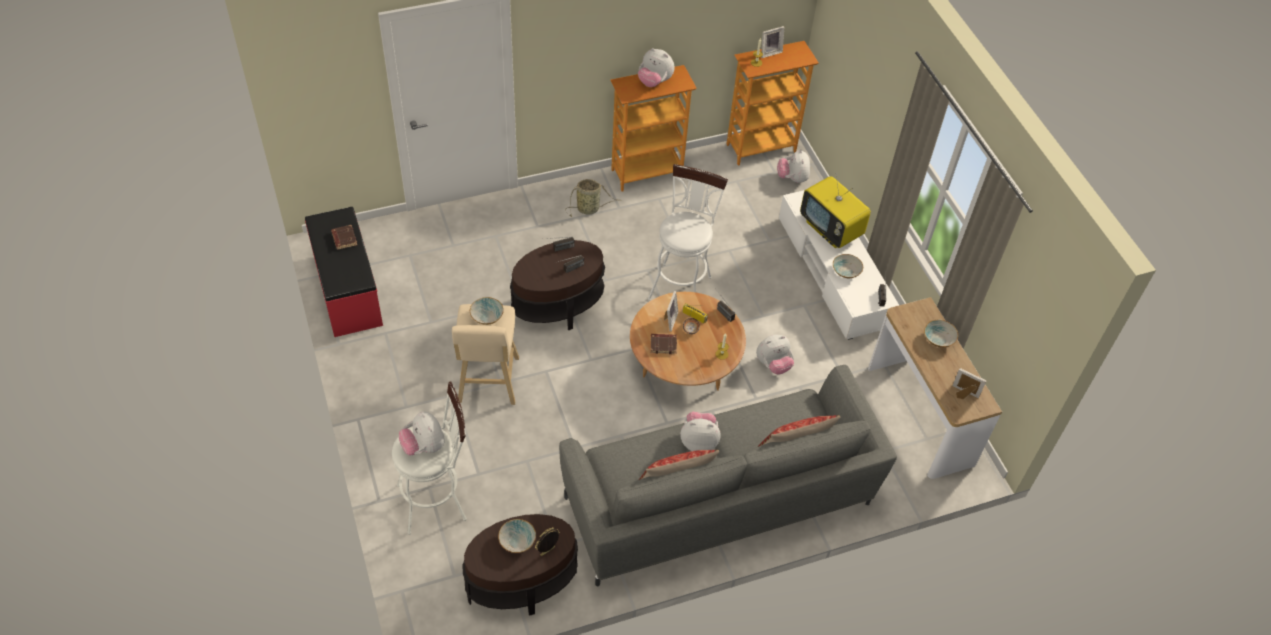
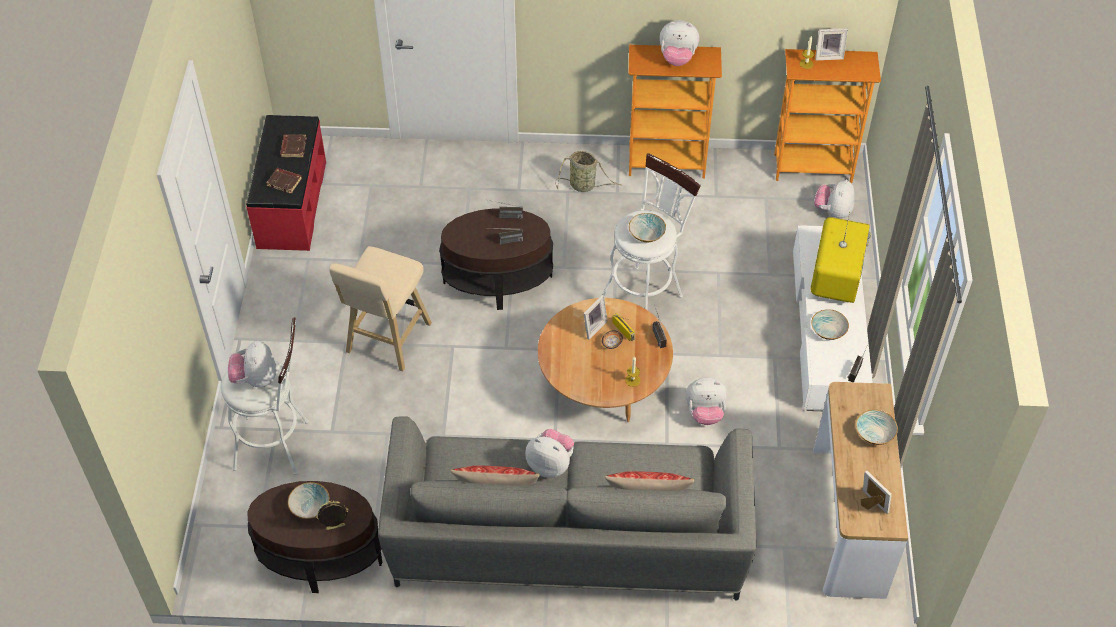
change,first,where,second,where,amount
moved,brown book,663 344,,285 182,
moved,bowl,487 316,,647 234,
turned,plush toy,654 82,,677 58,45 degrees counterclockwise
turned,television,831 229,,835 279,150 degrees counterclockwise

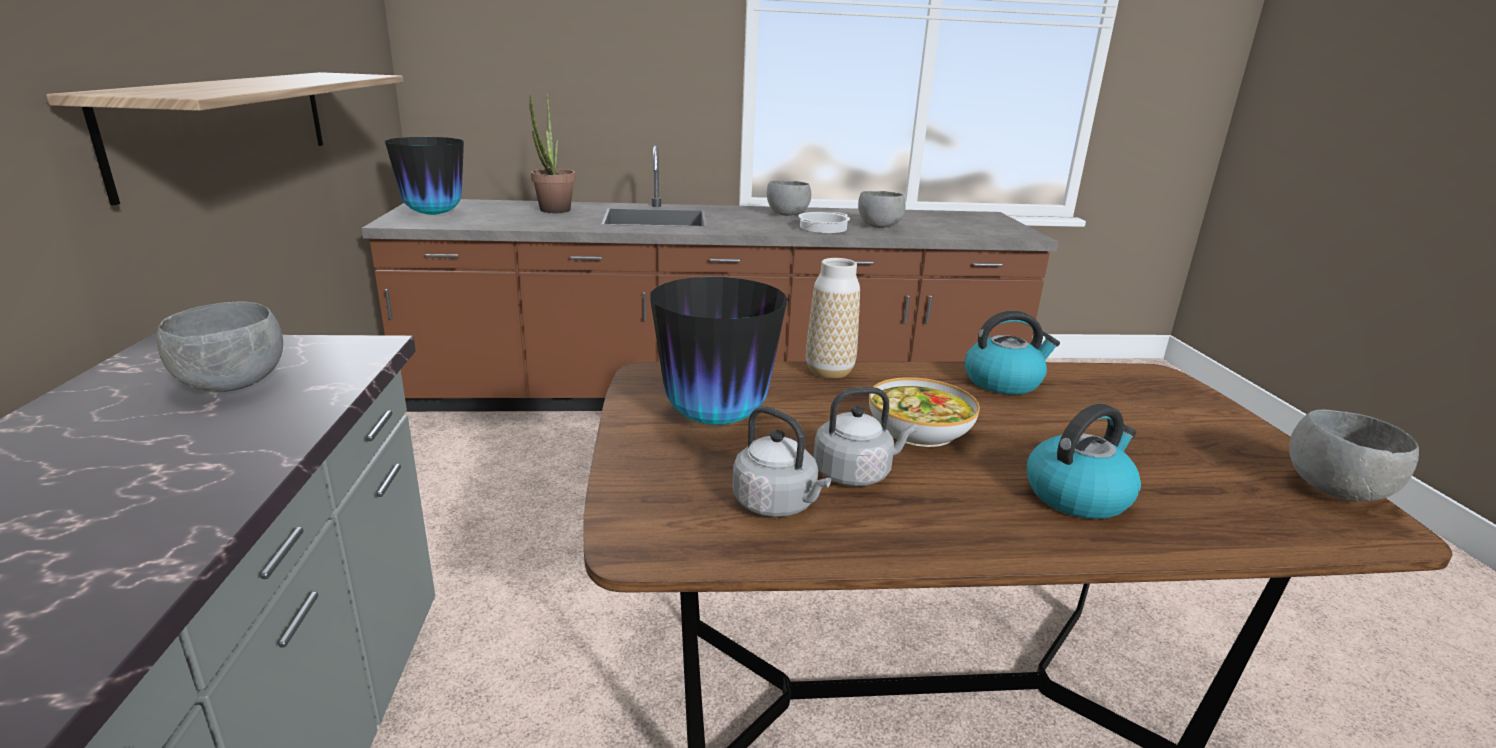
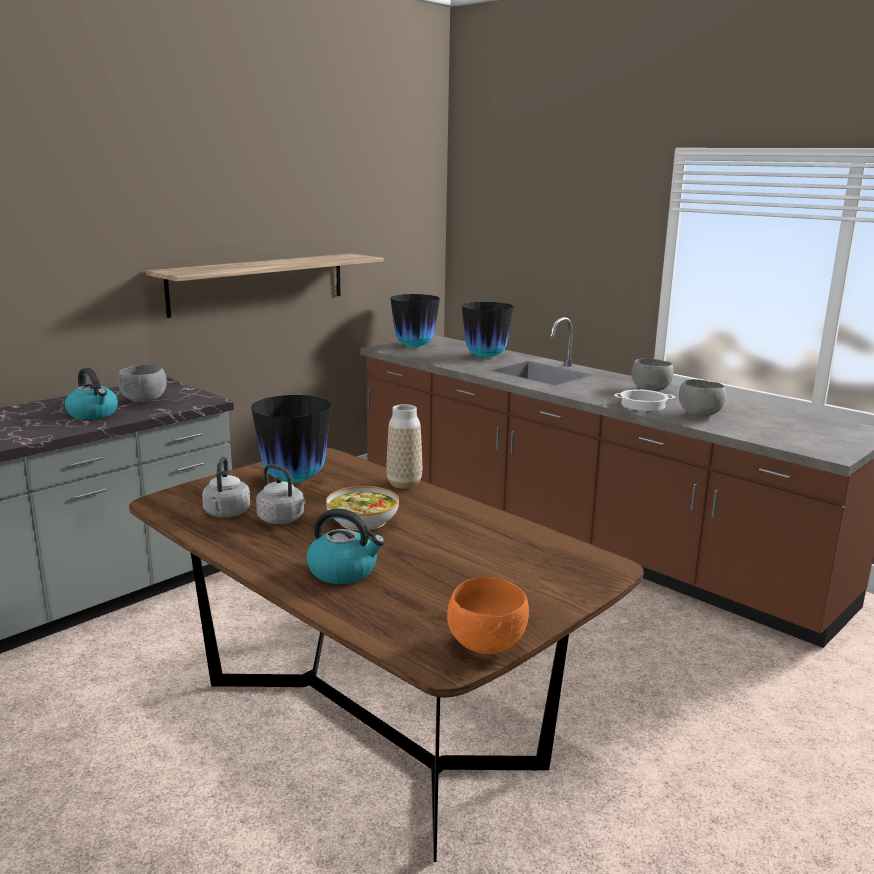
change,first,where,second,where,amount
moved,kettle,1003 382,,93 414,
recoloured,grey bowl,1335 490,orange bowl,488 645,
replaced,potted plant,553 211,vase,485 356,

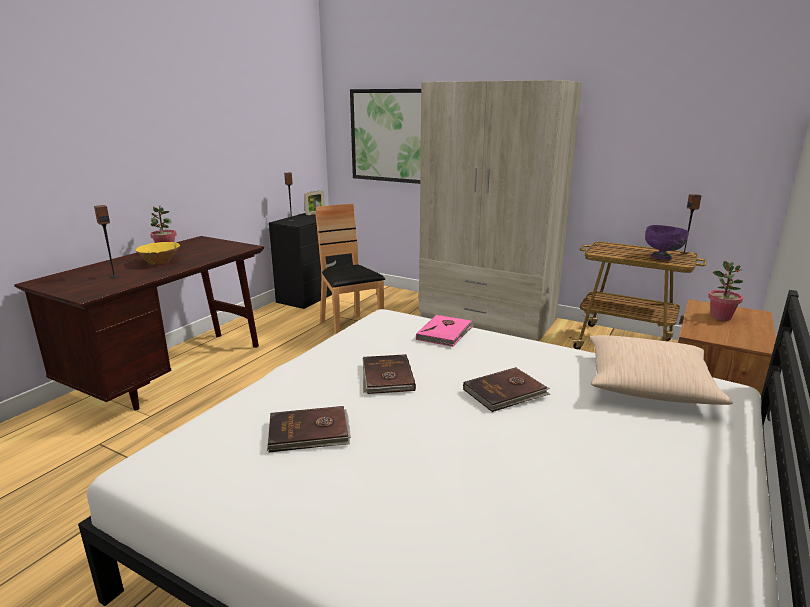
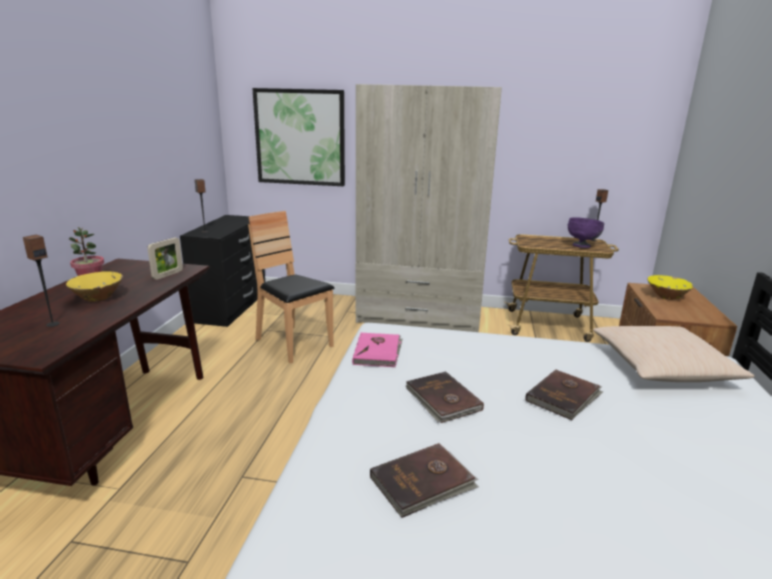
change,first,where,second,where,amount
moved,picture frame,315 213,,168 275,
moved,pink book,445 333,,378 352,
replaced,potted plant,721 317,yellow bowl,666 297,

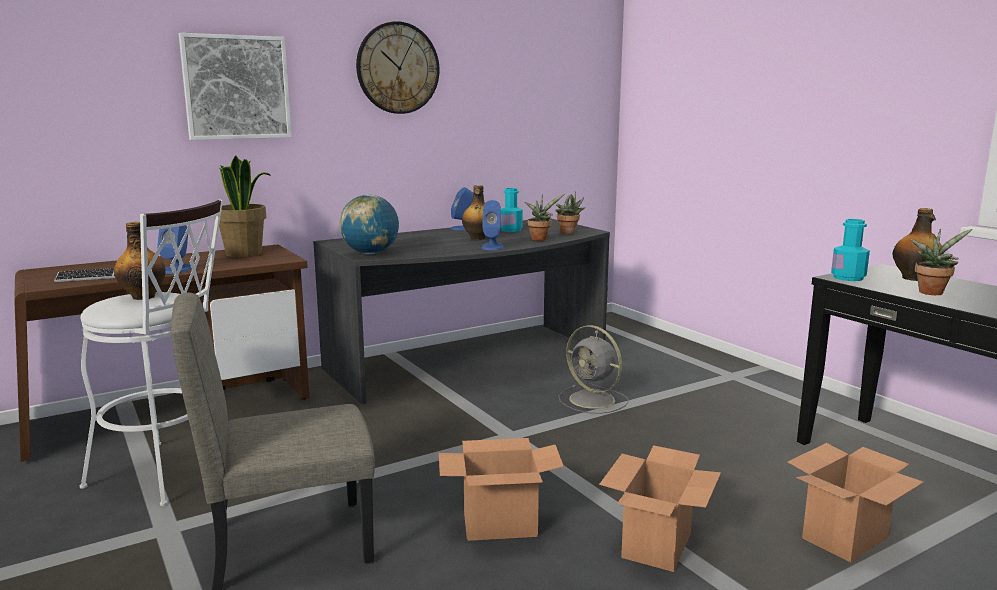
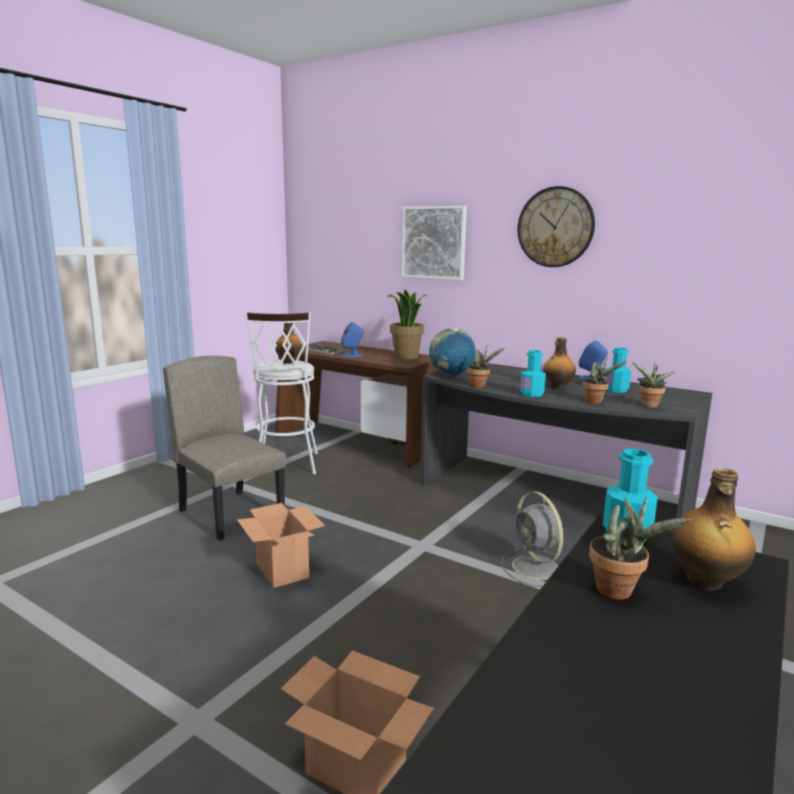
change,first,where,second,where,amount
added,,,potted plant,480 386,
turned,grey fan,593 400,,537 568,45 degrees counterclockwise
replaced,blue speaker,492 247,turquoise bottle,532 394,
removed,cardboard box,657 546,,,

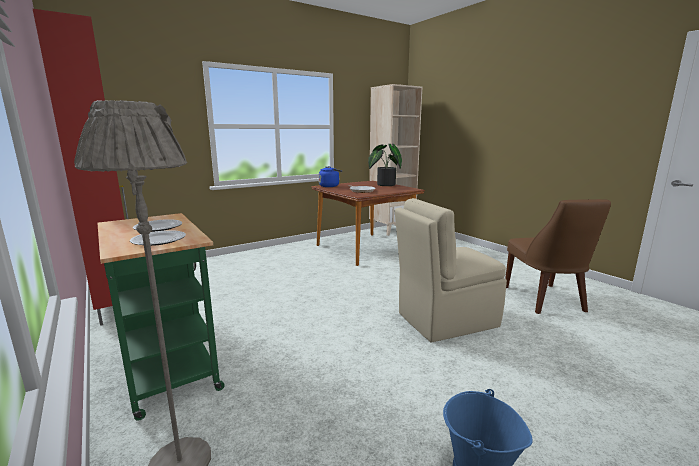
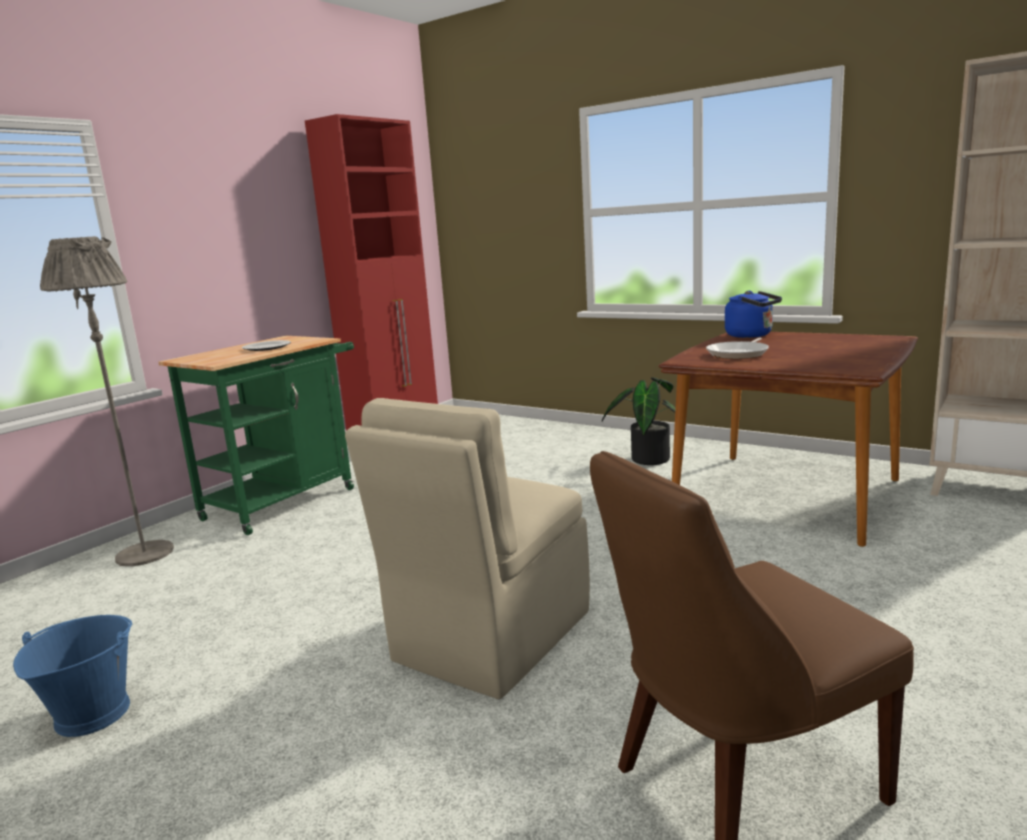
change,first,where,second,where,amount
turned,beige chair,444 320,,489 638,105 degrees counterclockwise
moved,potted plant,384 185,,647 458,
removed,plate,159 240,,,

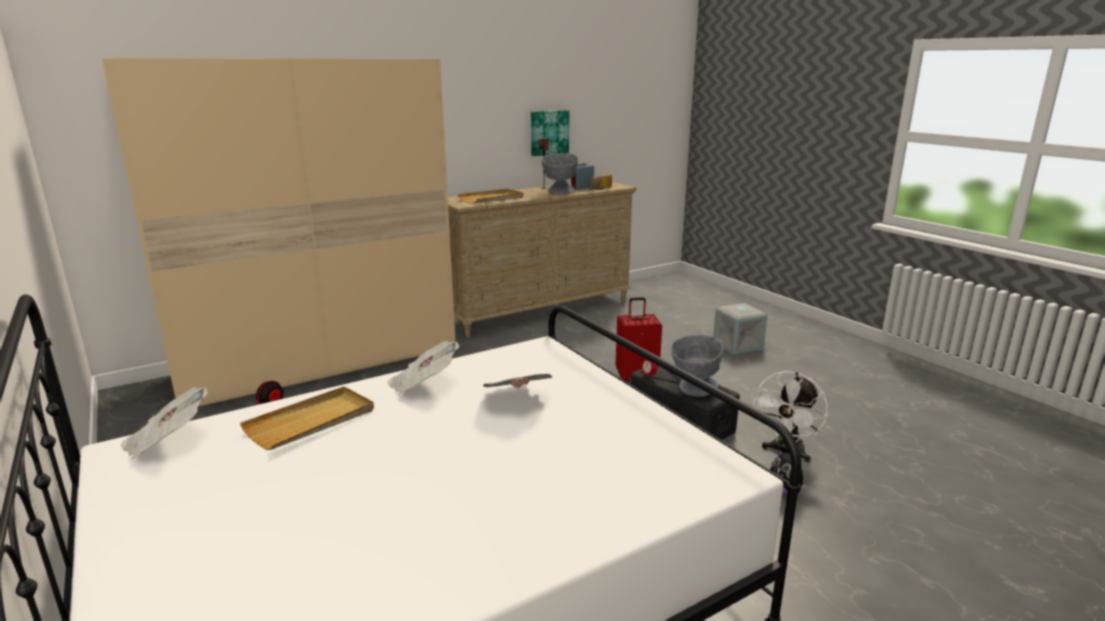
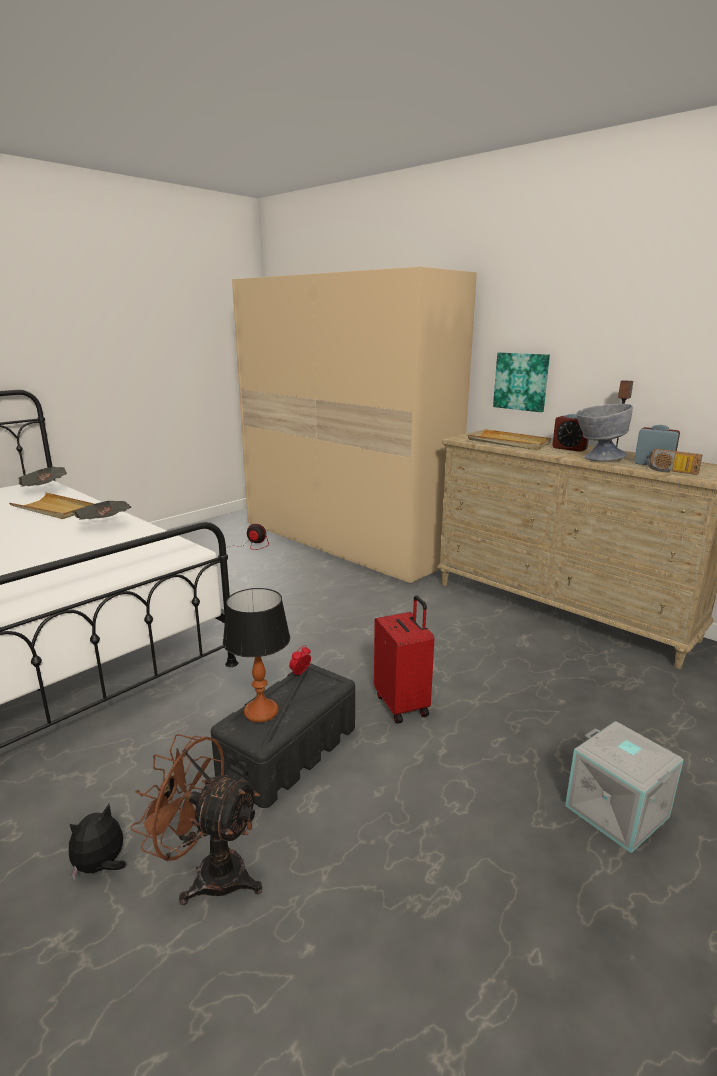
change,first,where,second,where,amount
recoloured,white fan,786 452,brown fan,209 873,
replaced,grey bowl,693 390,table lamp,261 711,
moved,picture,549 132,,521 381,
added,,,alarm clock,569 448,
removed,newspaper,517 398,,,

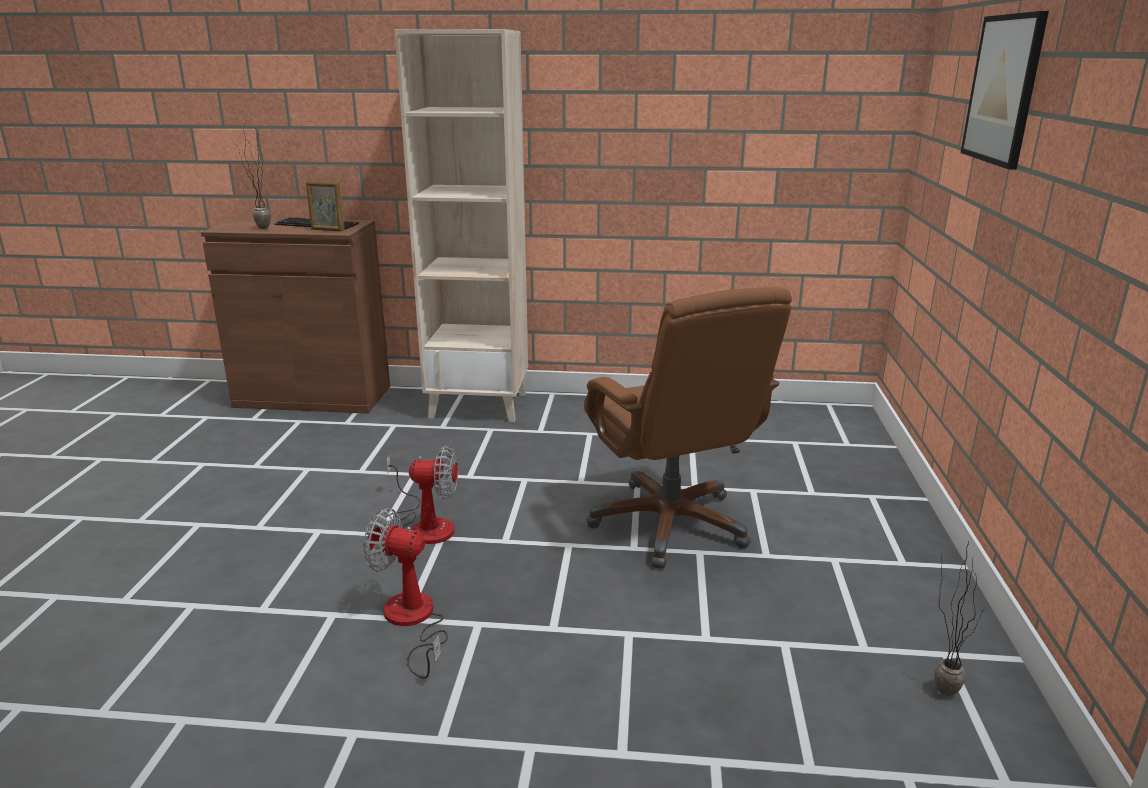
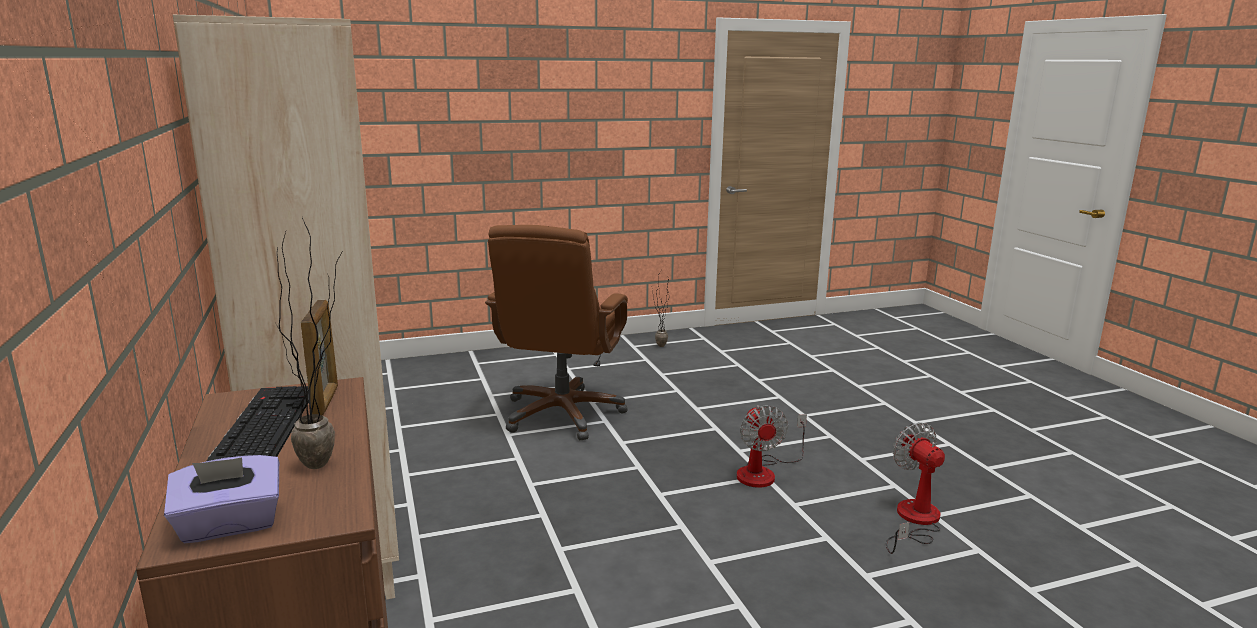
change,first,where,second,where,amount
added,,,purple tissue box,230 525,
turned,brown office chair,670 524,,562 414,150 degrees clockwise
moved,fan,426 524,,914 521,
removed,picture,1003 89,,,

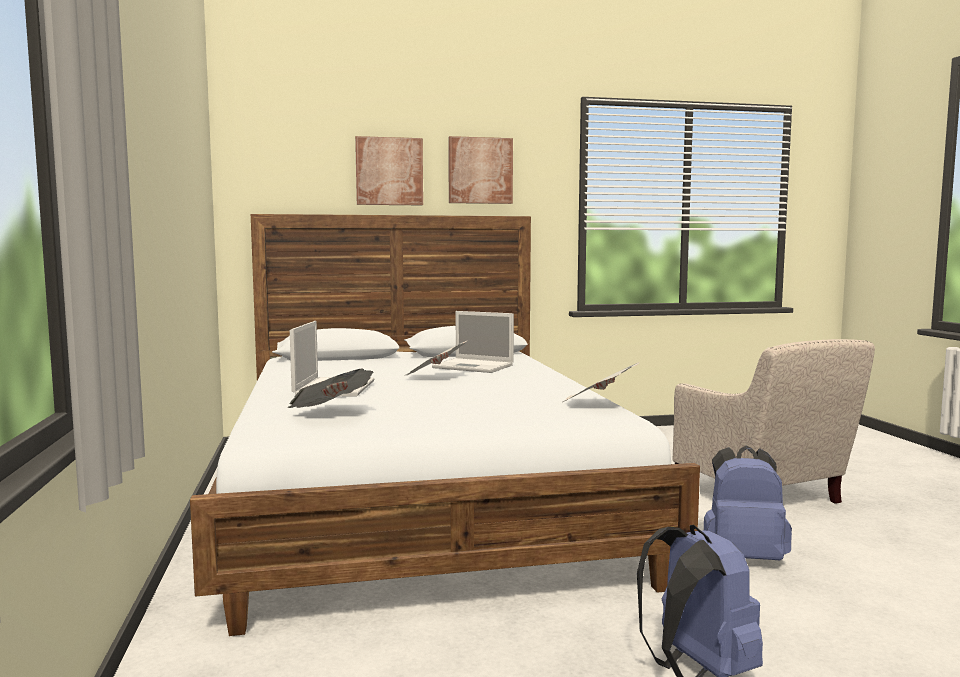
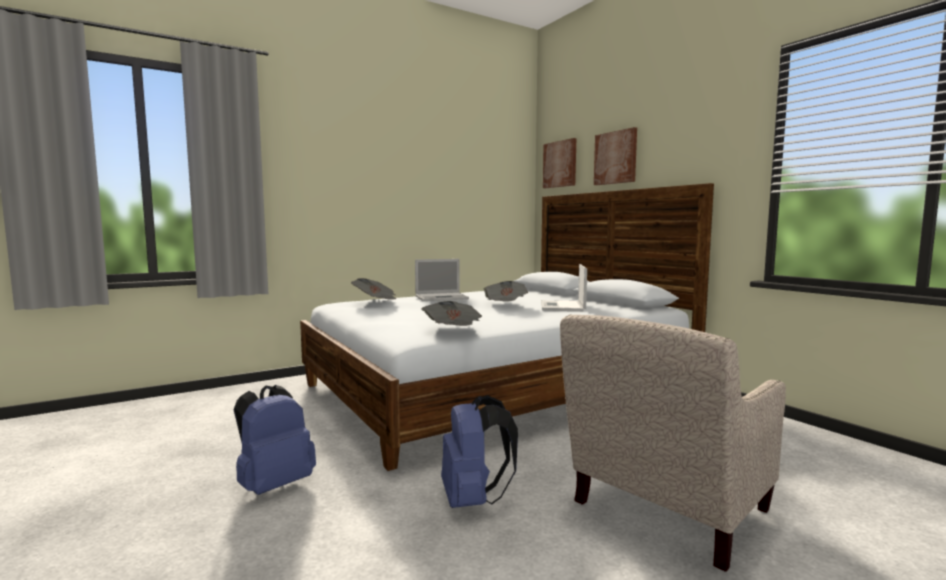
change,first,where,second,where,amount
moved,picture,480 170,,560 164,

